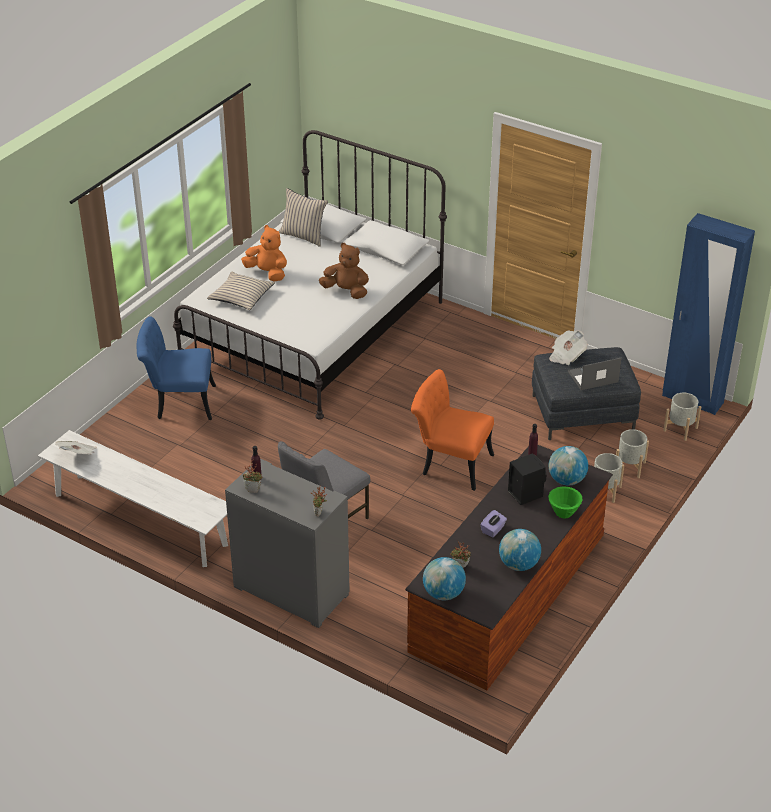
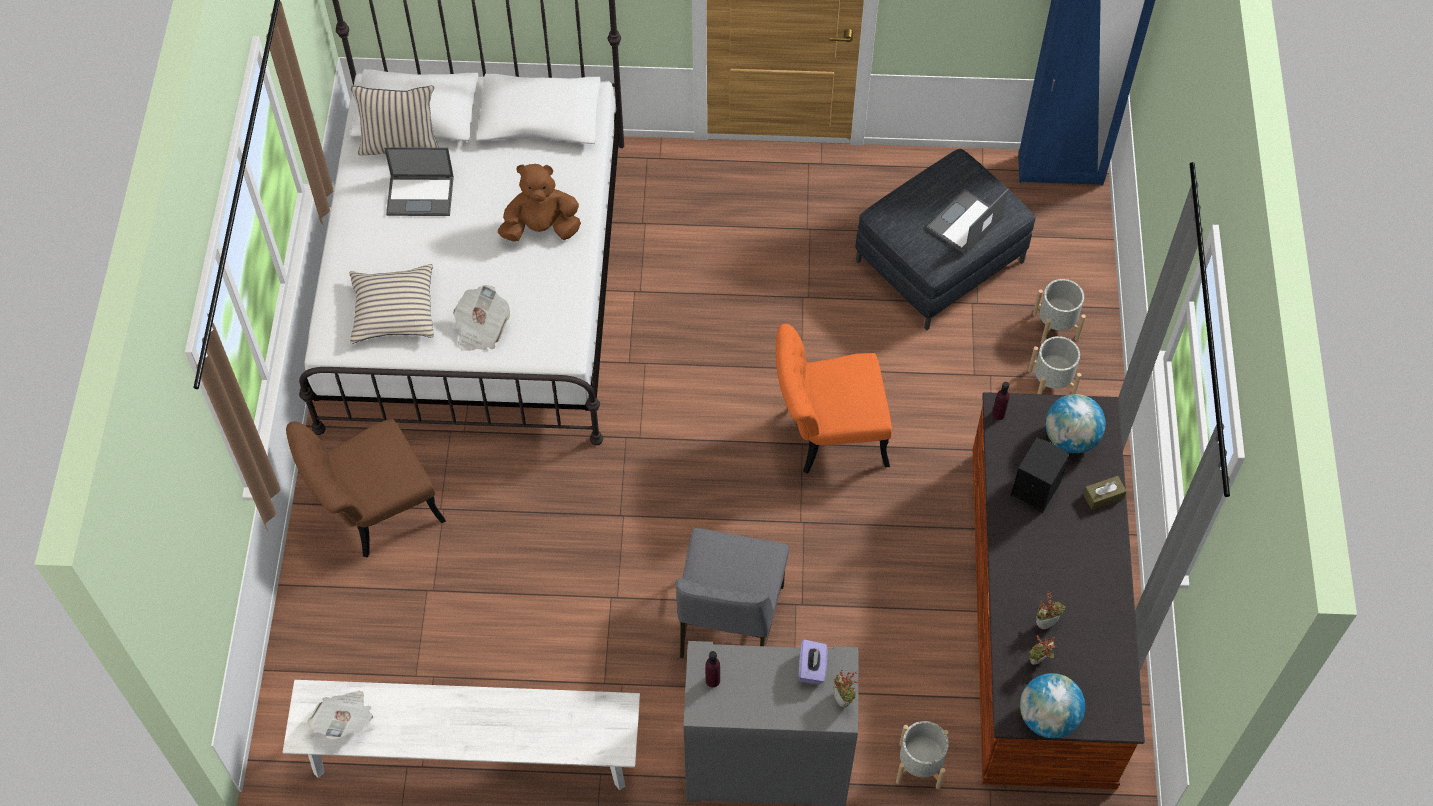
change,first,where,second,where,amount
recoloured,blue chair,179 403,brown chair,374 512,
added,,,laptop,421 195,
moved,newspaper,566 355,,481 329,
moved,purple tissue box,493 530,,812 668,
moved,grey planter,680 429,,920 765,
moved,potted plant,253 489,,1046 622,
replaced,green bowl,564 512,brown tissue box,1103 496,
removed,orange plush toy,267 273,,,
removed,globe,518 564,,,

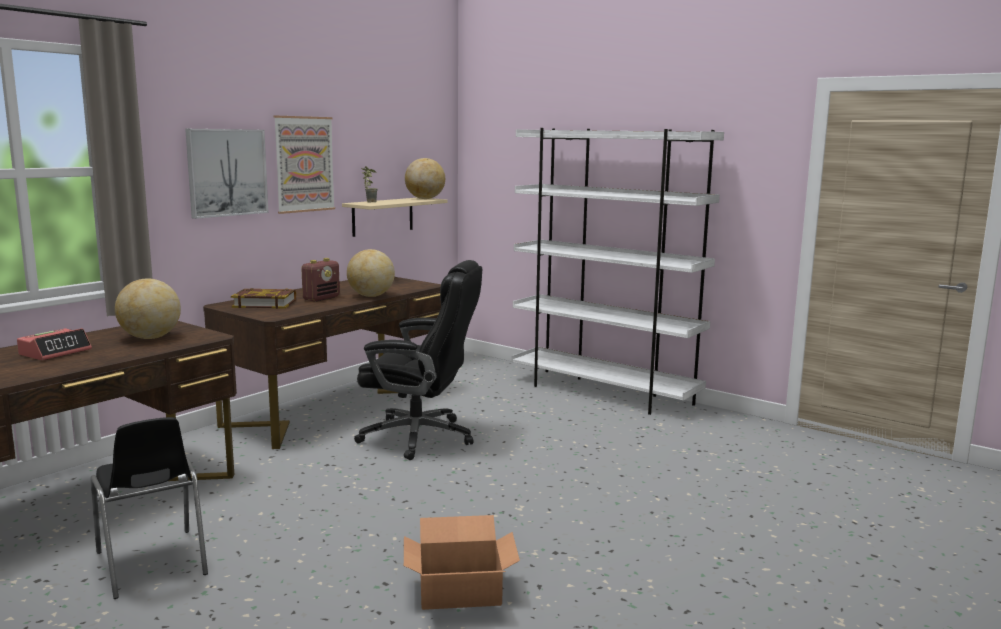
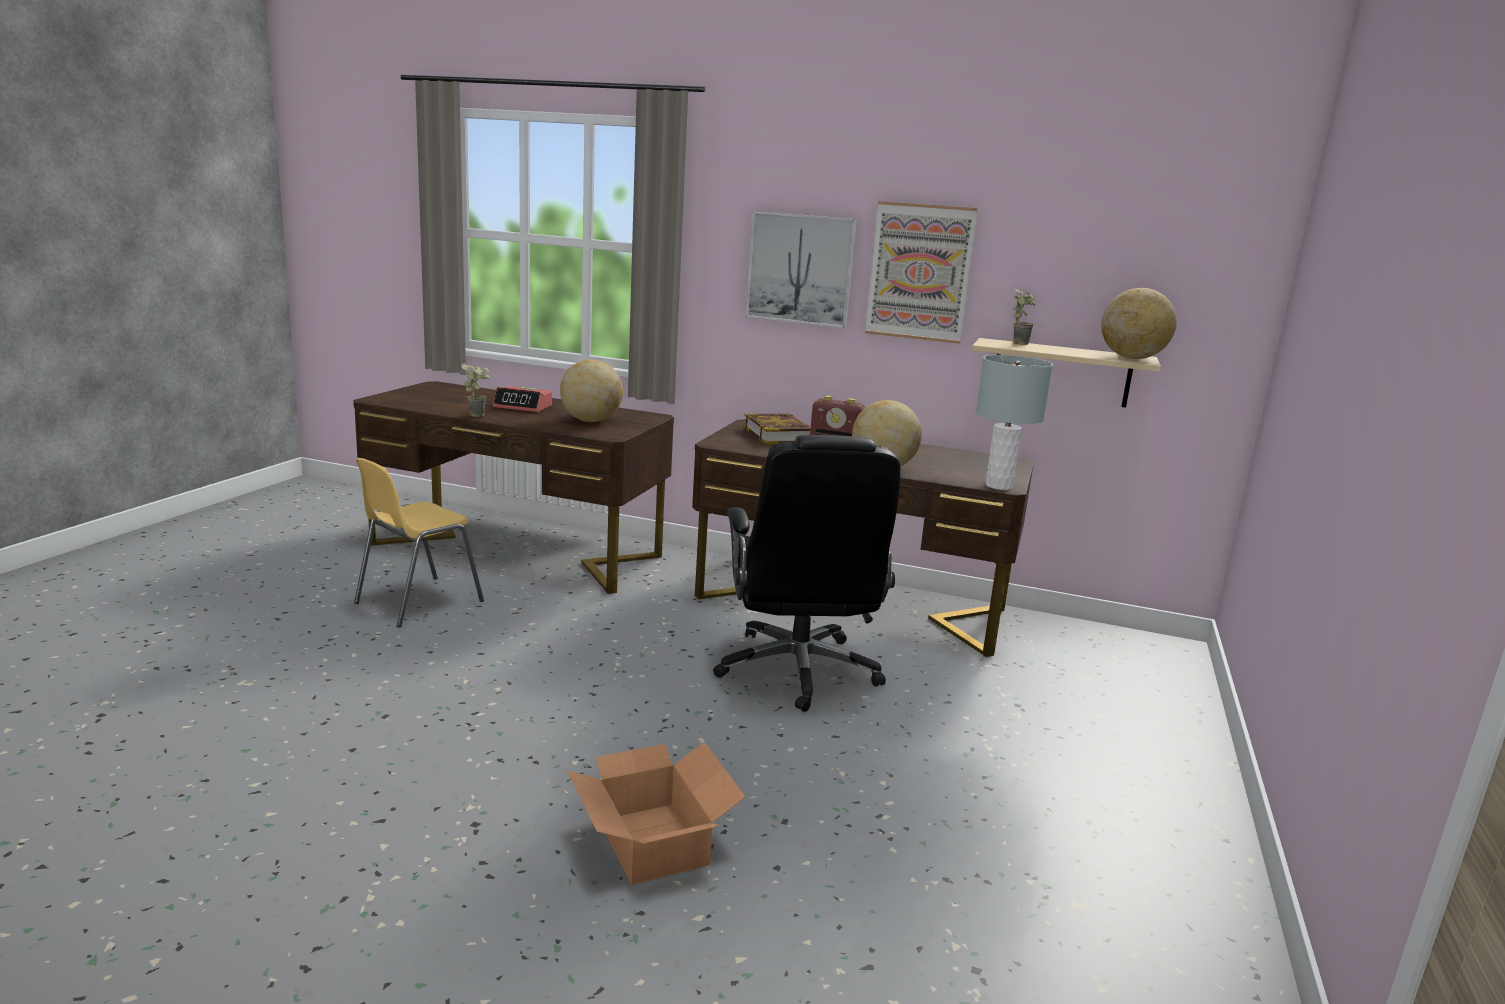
change,first,where,second,where,amount
recoloured,black chair,152 564,yellow chair,417 602,
added,,,potted plant,478 414,
moved,cardboard box,459 589,,653 841,
added,,,grey table lamp,998 486,
removed,white bookcase,603 393,,,

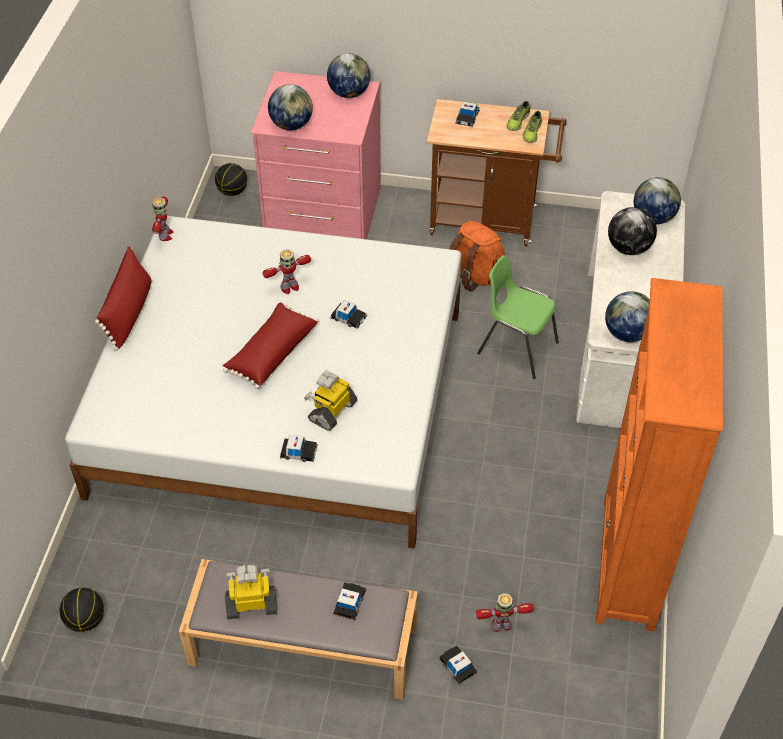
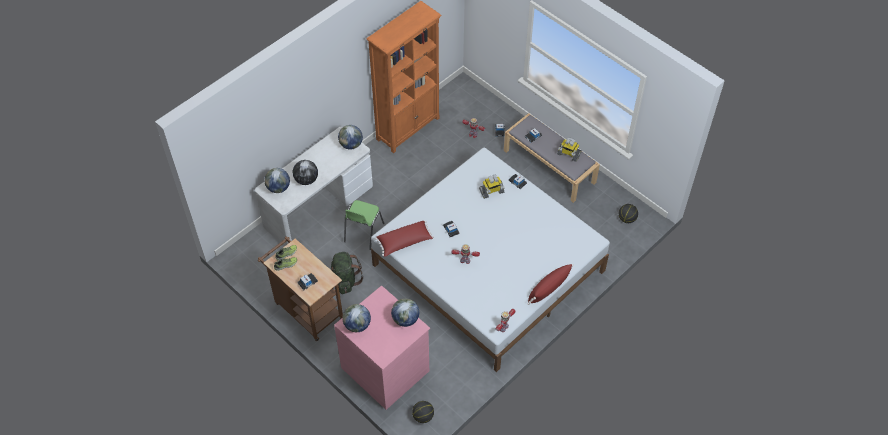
change,first,where,second,where,amount
recoloured,orange backpack,475 276,green backpack,345 280,
turned,green chair,517 348,,363 233,45 degrees clockwise
moved,red pillow,271 352,,405 242,

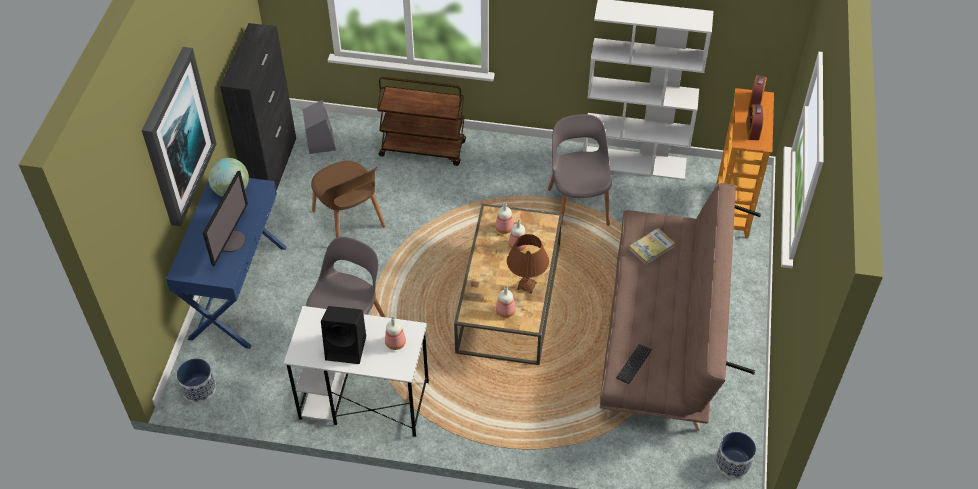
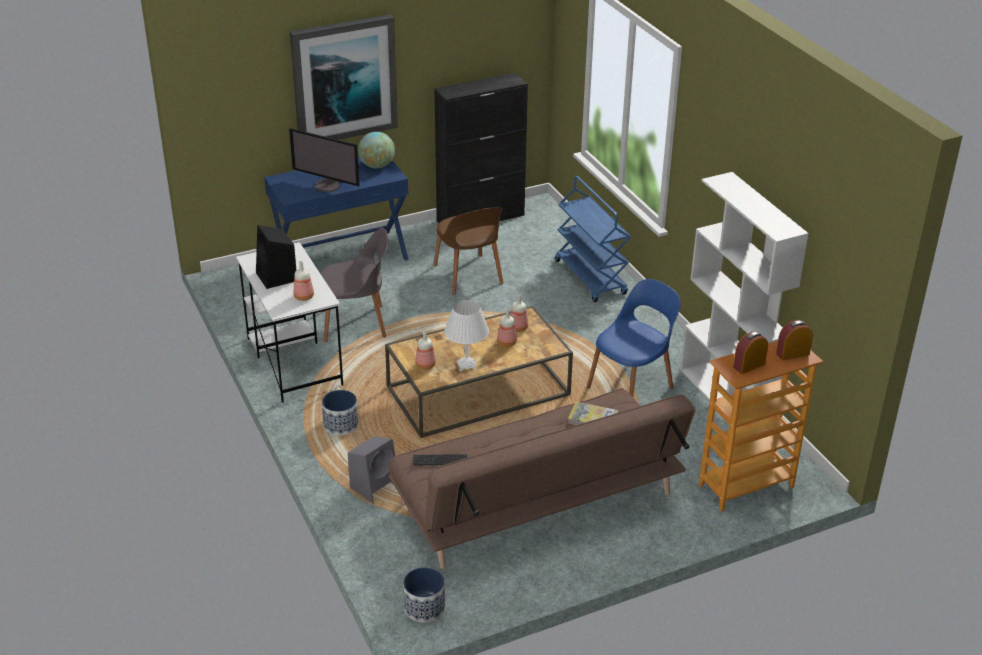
change,first,where,second,where,amount
turned,monitor,231 241,,327 186,45 degrees clockwise
moved,planter,199 389,,340 425,
moved,grey speaker,320 142,,375 486,
turned,brown chair,349 220,,468 276,45 degrees counterclockwise
recoloured,brown table lamp,526 286,white table lamp,466 365,
recoloured,brown cart,423 149,blue cart,591 278,
recoloured,grey chair,578 205,blue chair,631 386,

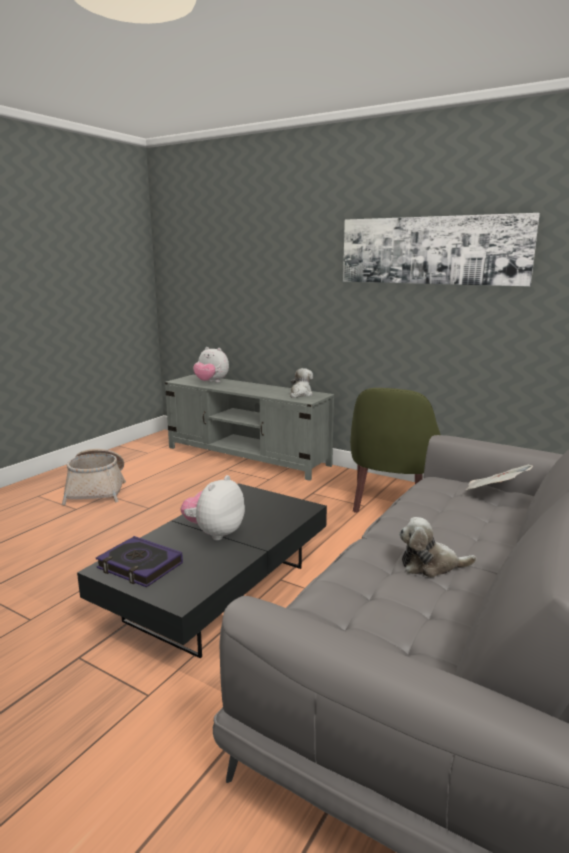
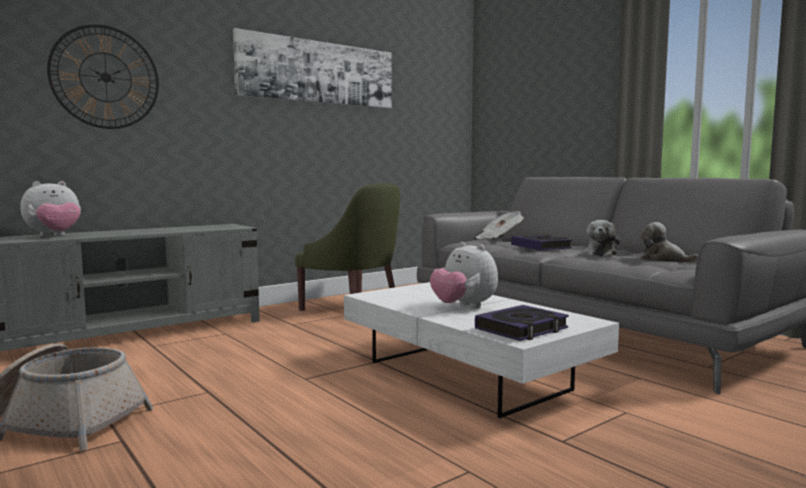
change,first,where,second,where,amount
added,,,wall clock,105 77,
recoloured,black coffee table,219 593,white coffee table,467 375,
added,,,book,540 247,
moved,plush toy,300 394,,664 260,

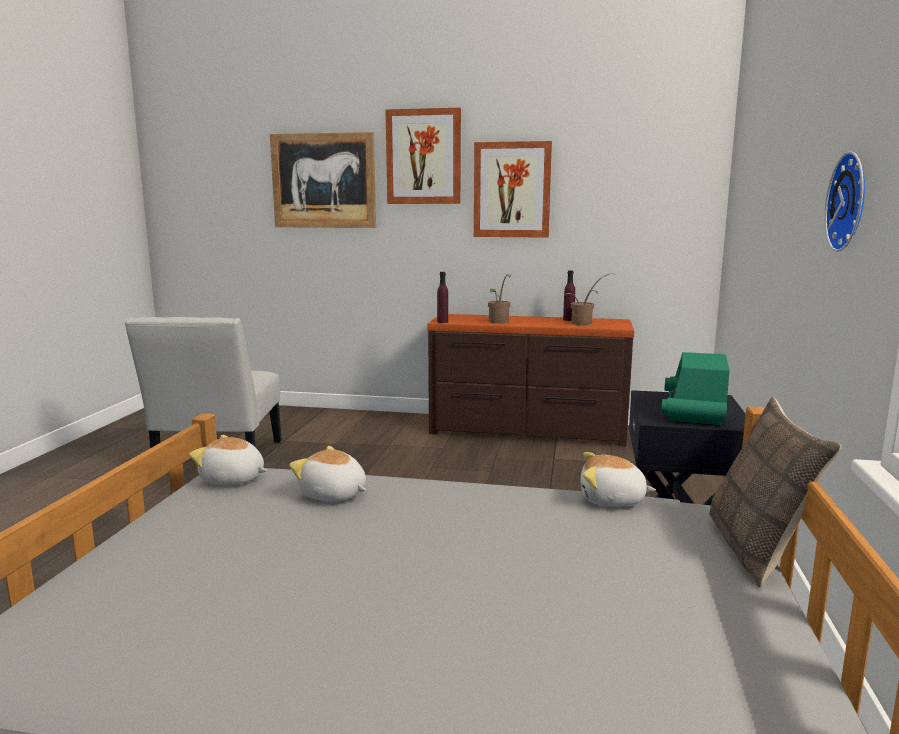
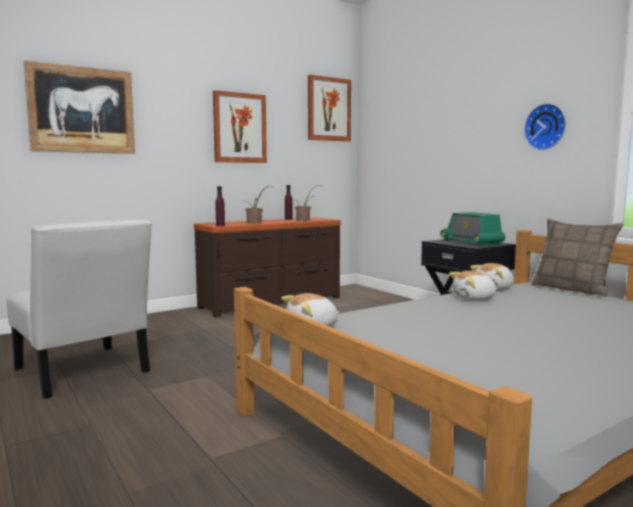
change,first,where,second,where,amount
moved,picture,423 157,,328 109,
moved,plush toy,333 495,,474 298,

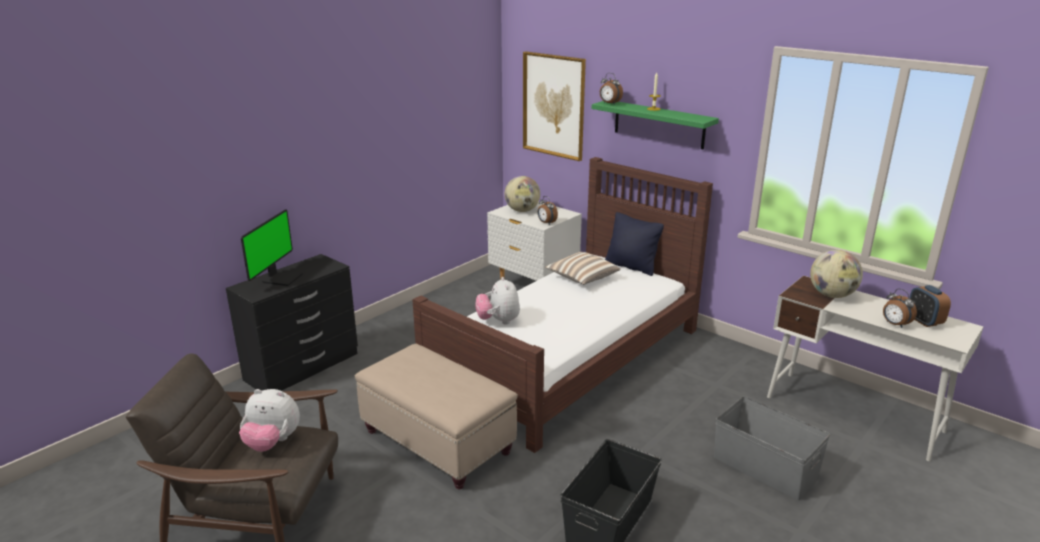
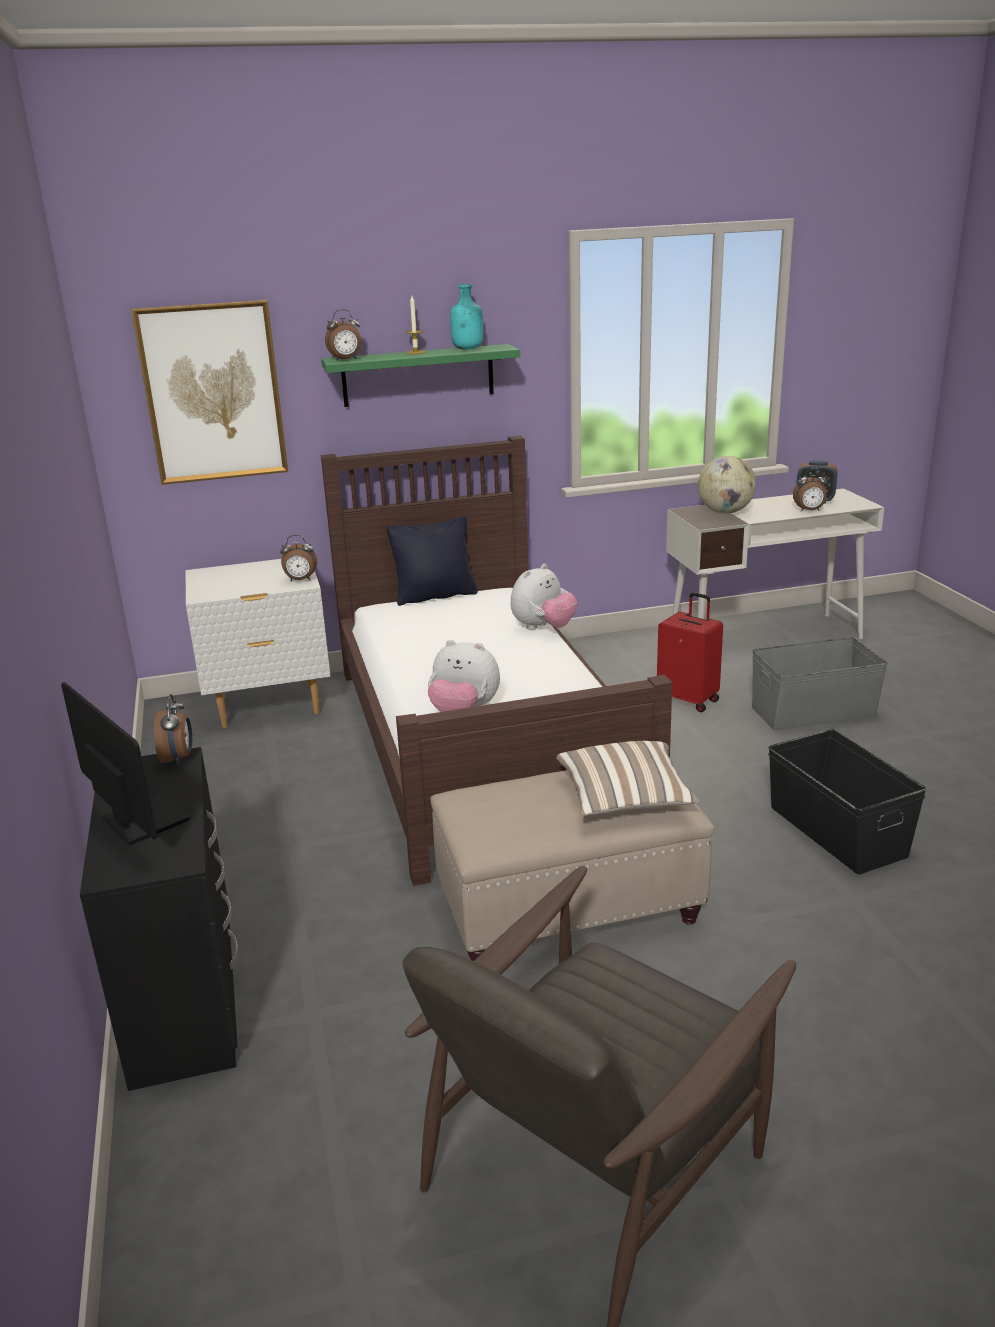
change,first,where,second,where,amount
added,,,alarm clock,178 758,
added,,,turquoise bottle,468 349,
moved,plush toy,272 443,,543 628,
moved,pillow,582 278,,625 799,
added,,,red suitcase,689 699,
removed,globe,522 210,,,

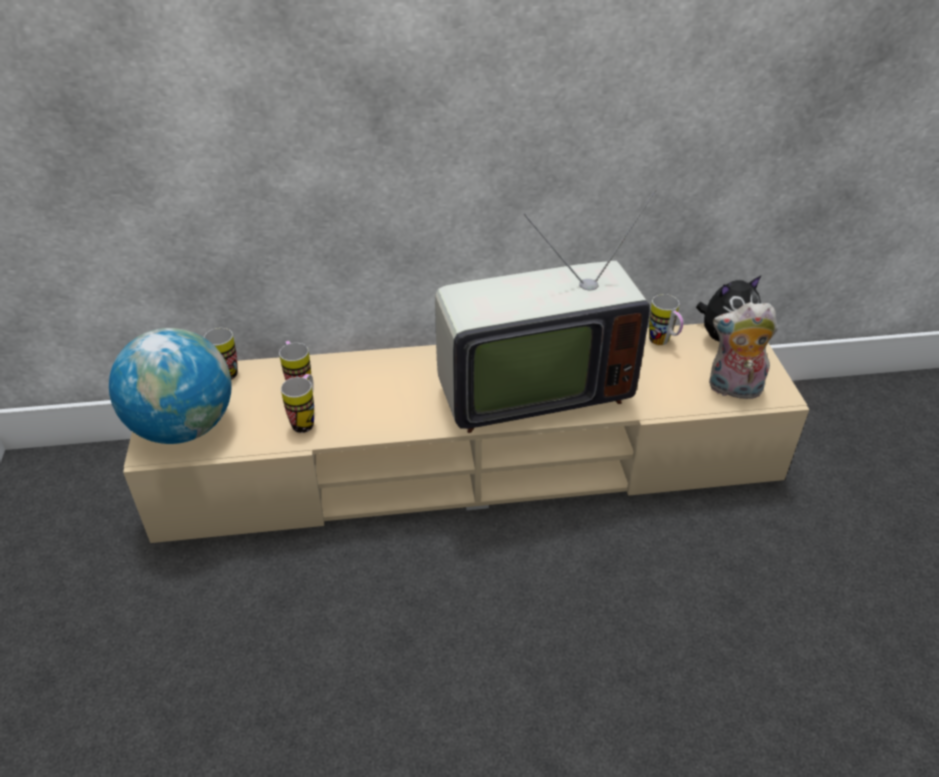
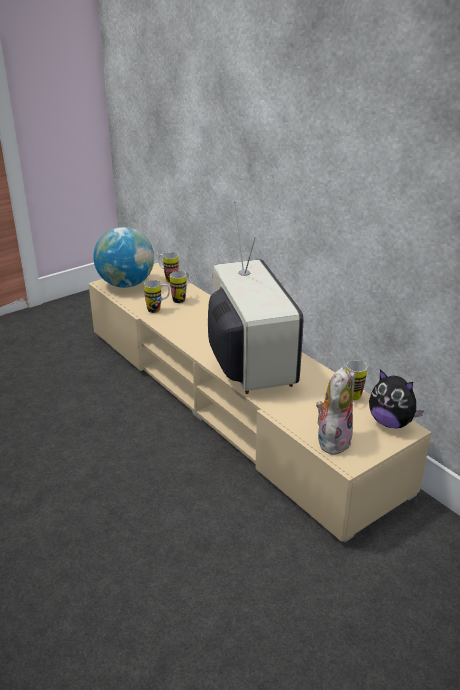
change,first,where,second,where,amount
turned,television,528 390,,247 363,150 degrees counterclockwise
turned,plush toy,733 390,,332 439,45 degrees clockwise

